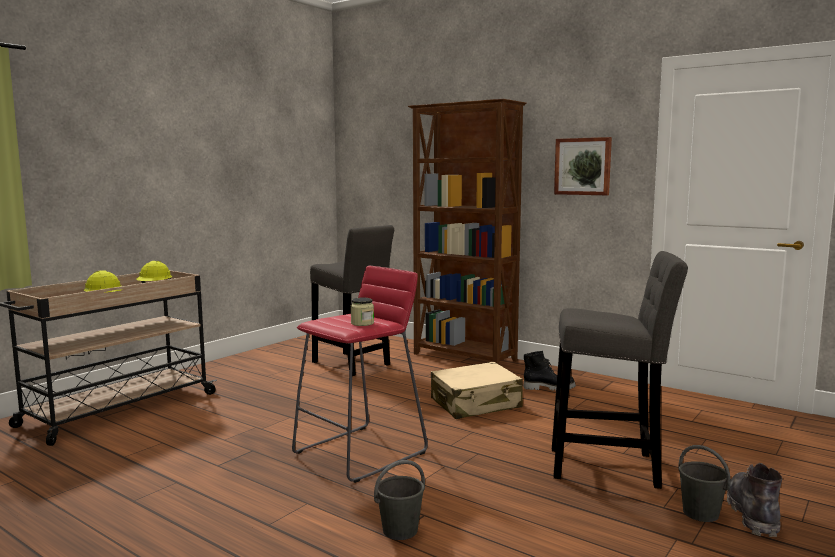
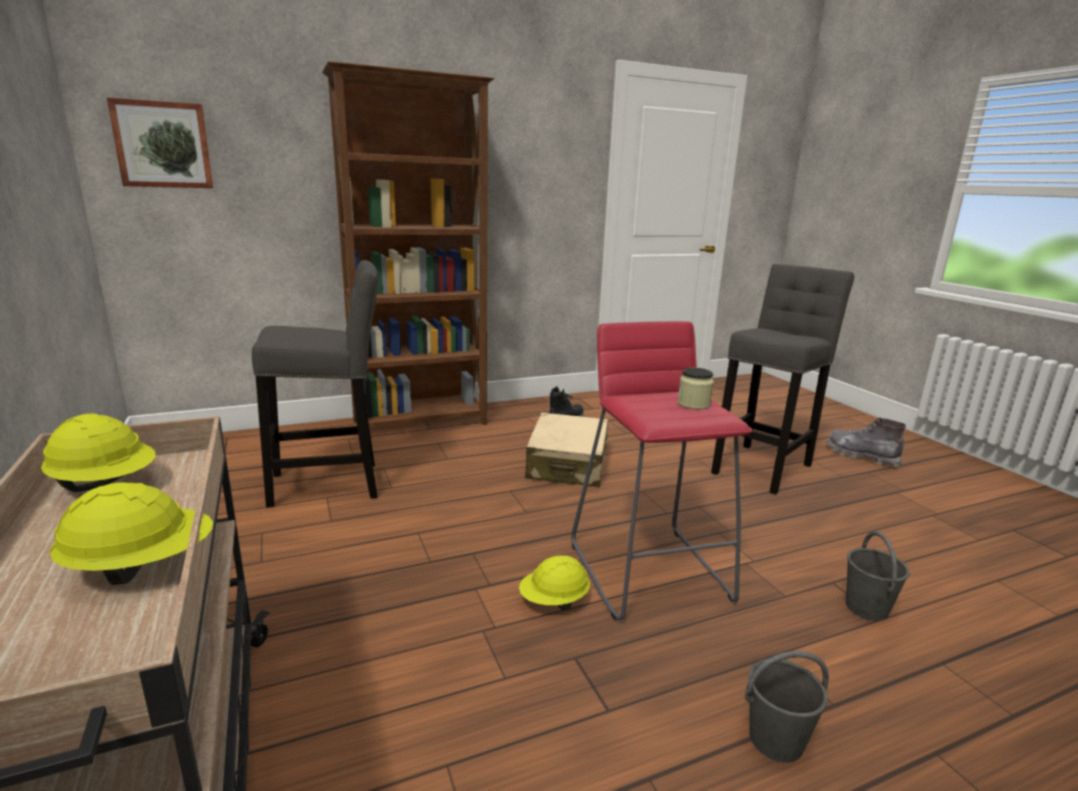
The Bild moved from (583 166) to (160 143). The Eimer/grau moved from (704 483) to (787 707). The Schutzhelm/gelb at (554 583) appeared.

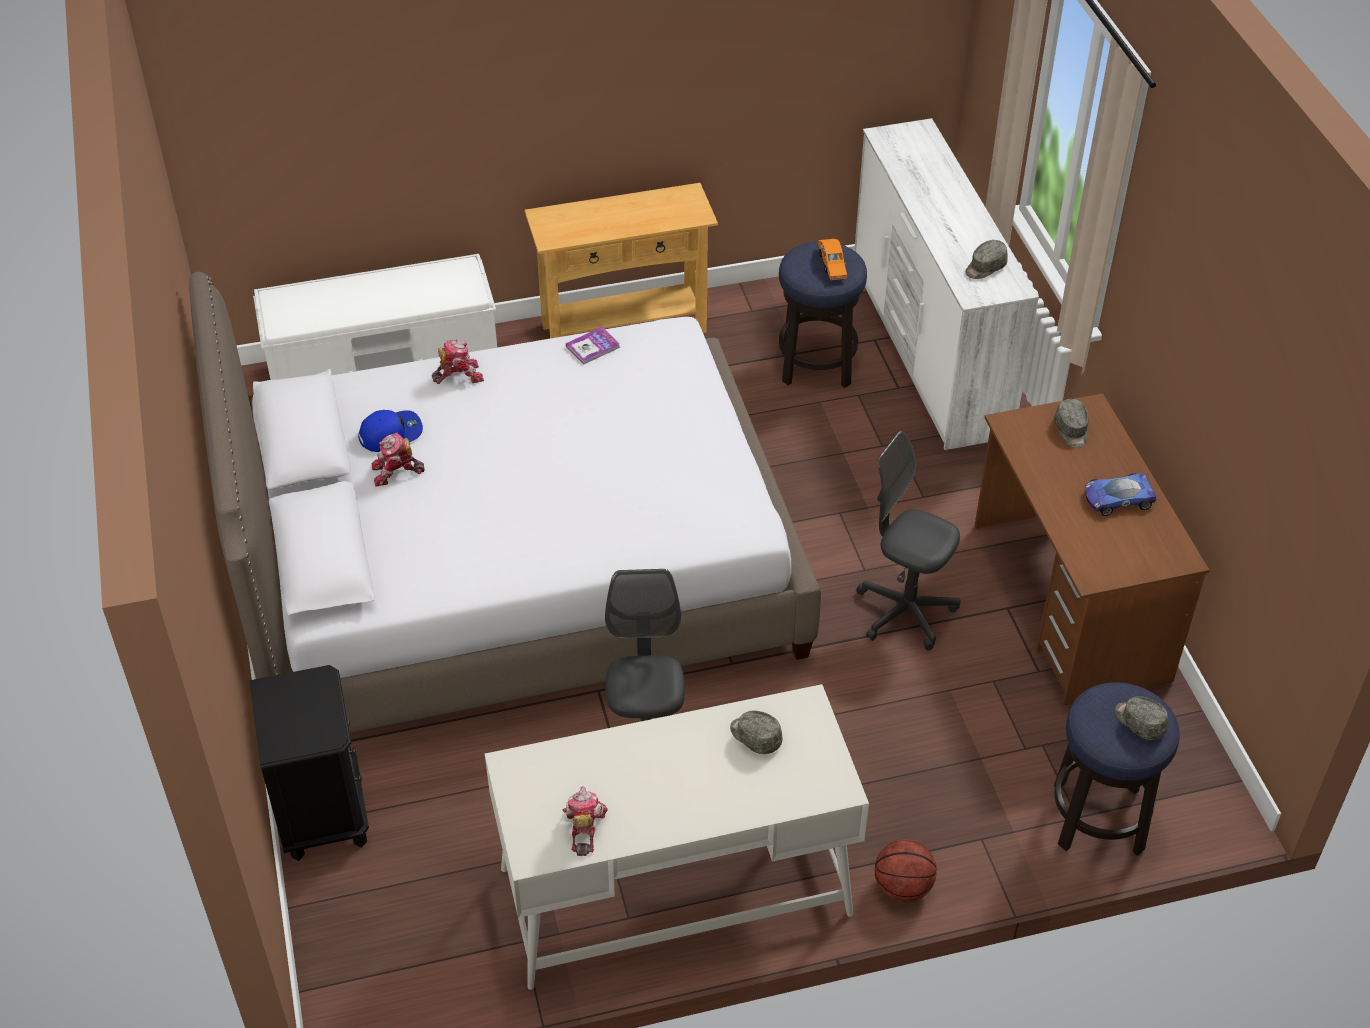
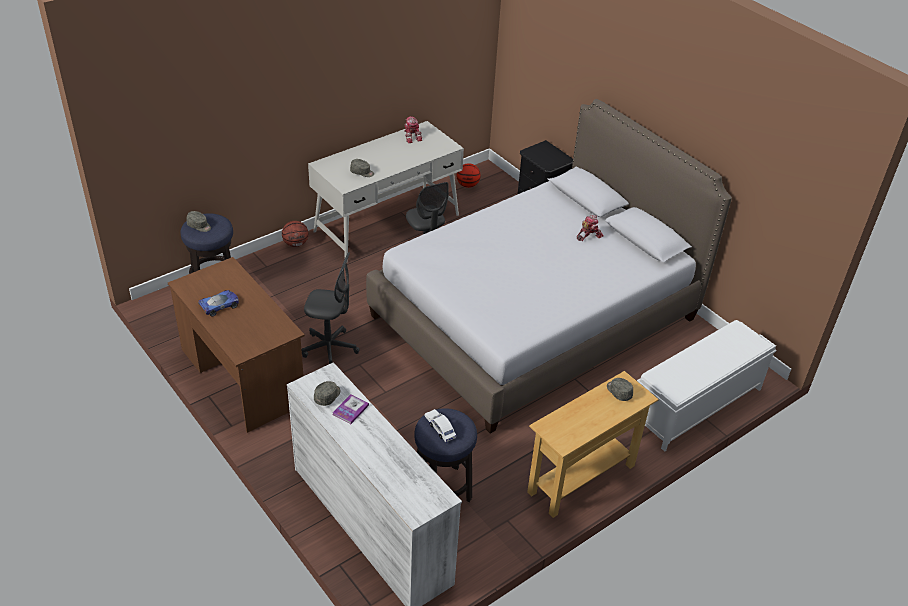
The Kappe/blau at (390 431) disappeared. The Spielzeugroboter at (458 361) disappeared. The Buch moved from (593 345) to (350 409). The Spielzeugauto/orange at (832 259) became the Spielzeugauto/weiß at (440 425). The Kappe/grau moved from (1071 423) to (620 389). The Basketball at (469 175) appeared.

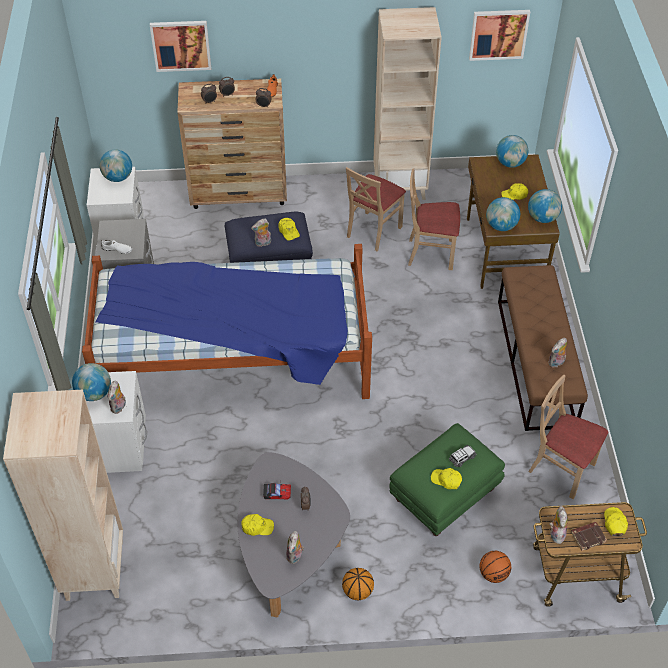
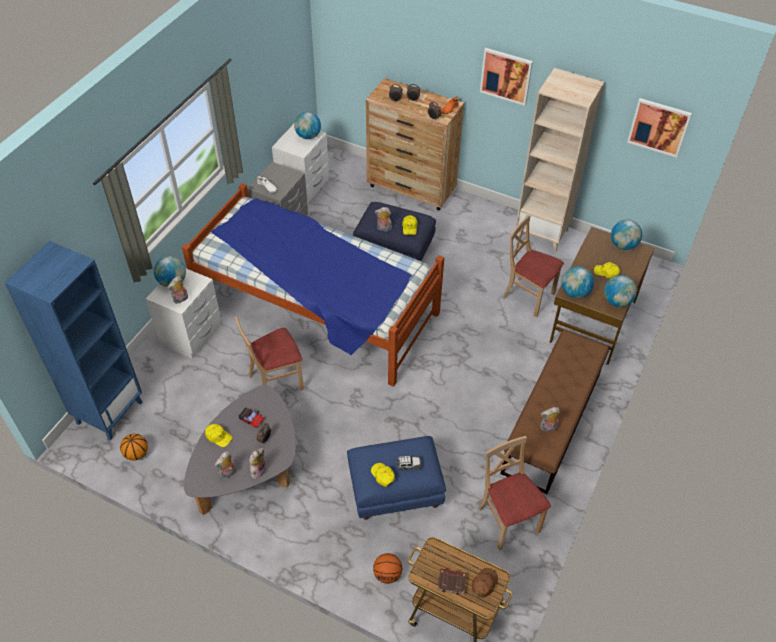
The Bücherregal/beige at (63 495) became the Bücherregal/blau at (73 341). The Bild moved from (180 46) to (506 77). The Basketball moved from (358 584) to (134 447). The Stuhl/beige moved from (376 209) to (269 353). The Polsterhocker/grün at (447 479) became the Polsterhocker/blau at (396 478). The Plüschtier moved from (558 524) to (257 463). The Kappe/gelb at (616 521) became the Kappe/braun at (485 582).

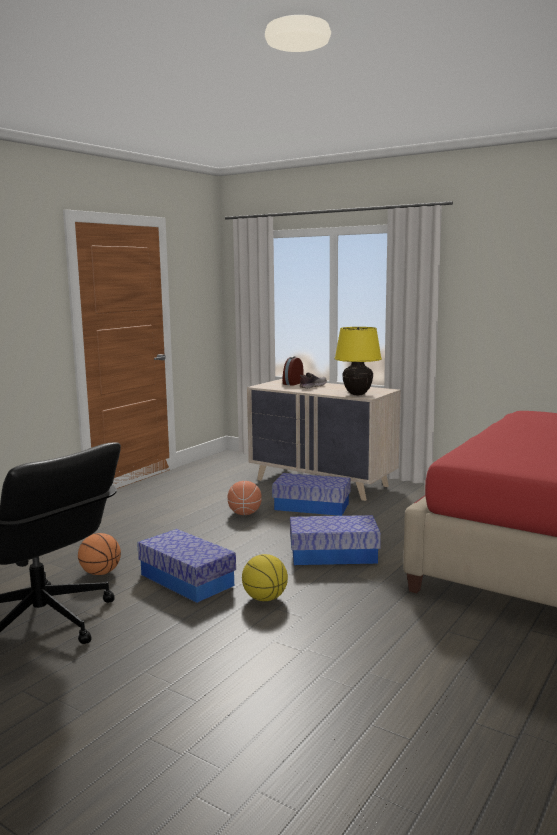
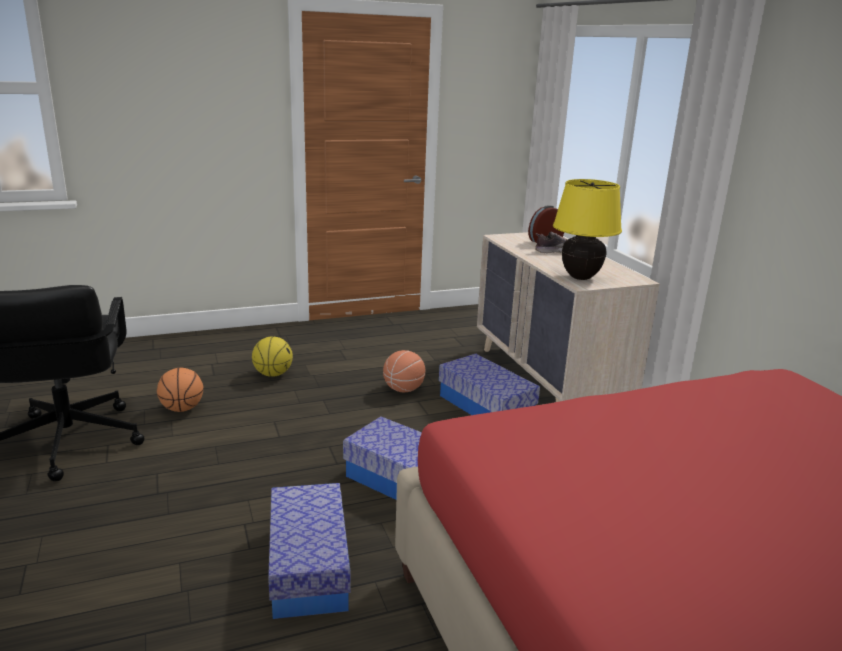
The Aufbewahrungsbox moved from (186 566) to (309 551). The Basketball moved from (265 577) to (272 356).

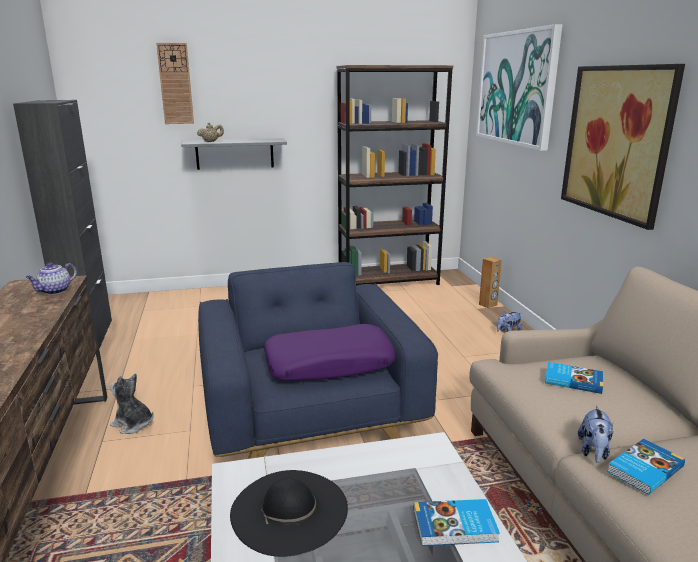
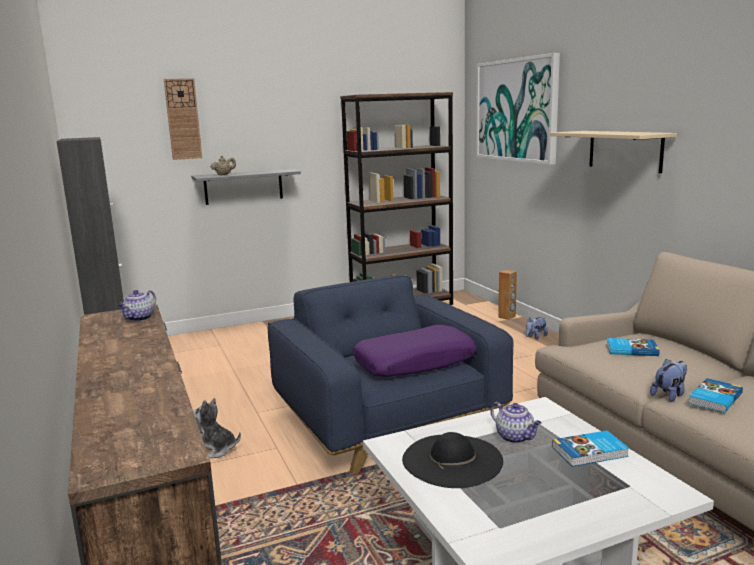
The Bild at (623 147) was replaced by the Wandregal/beige at (613 152). The Plüschtier at (595 434) turned 135 degrees counterclockwise. The Teekanne at (516 422) appeared.

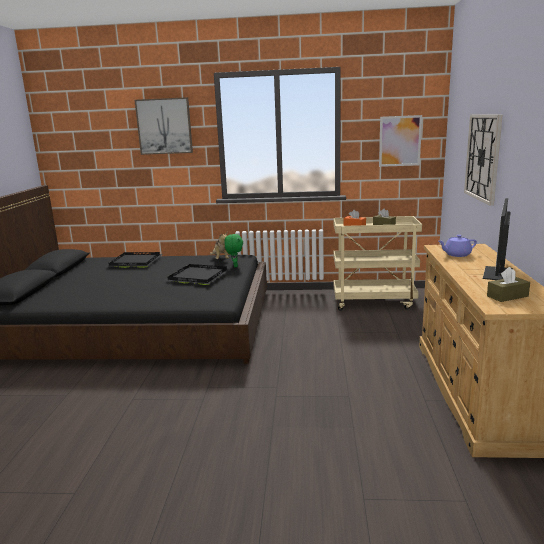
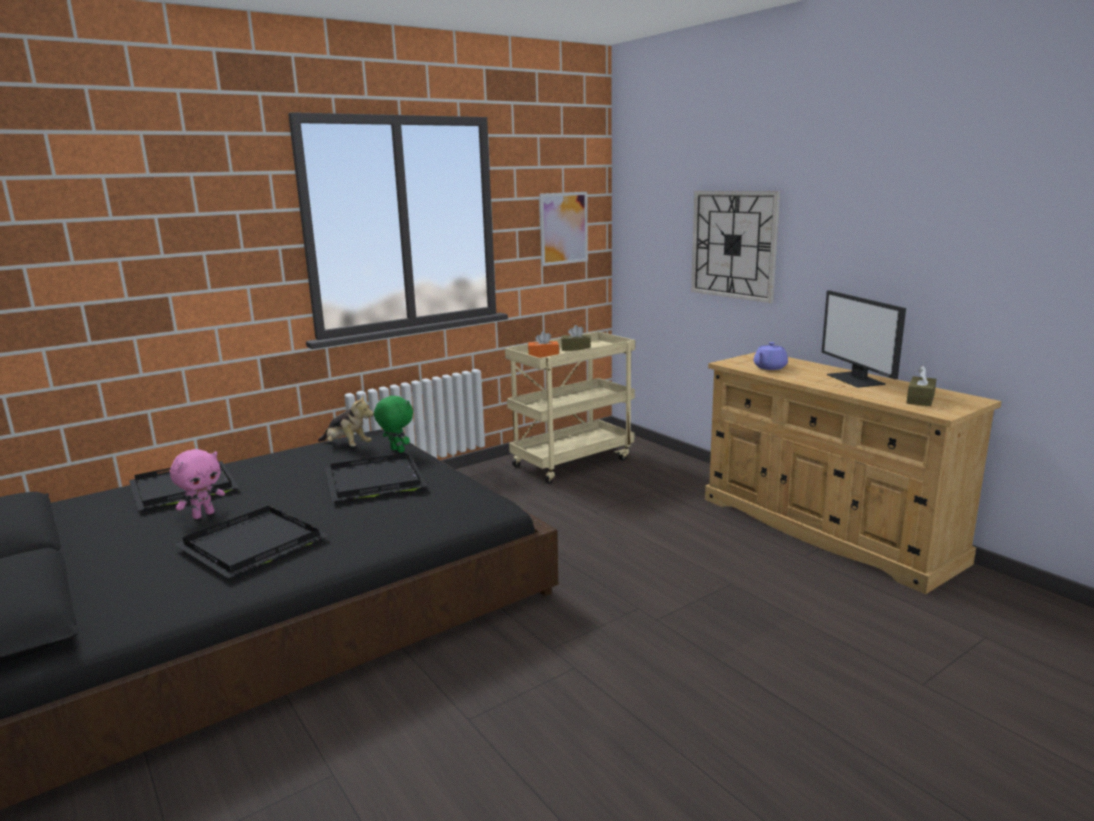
The Bild at (164 126) disappeared. The Plüschtier/rosa at (197 484) appeared. The Tablett/schwarz at (251 542) appeared.

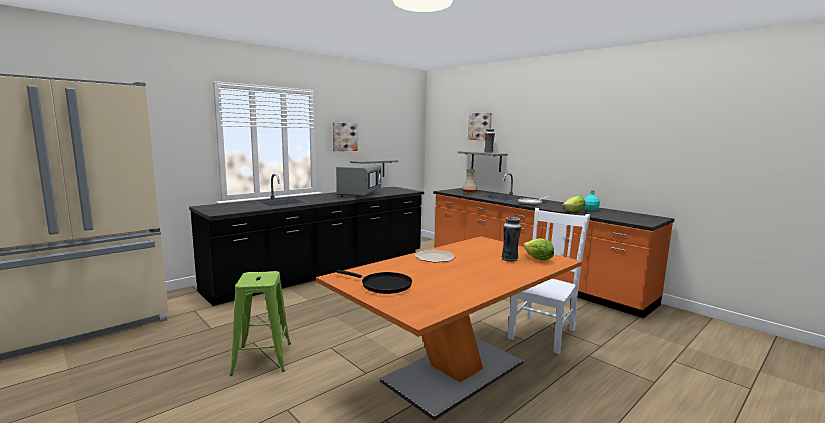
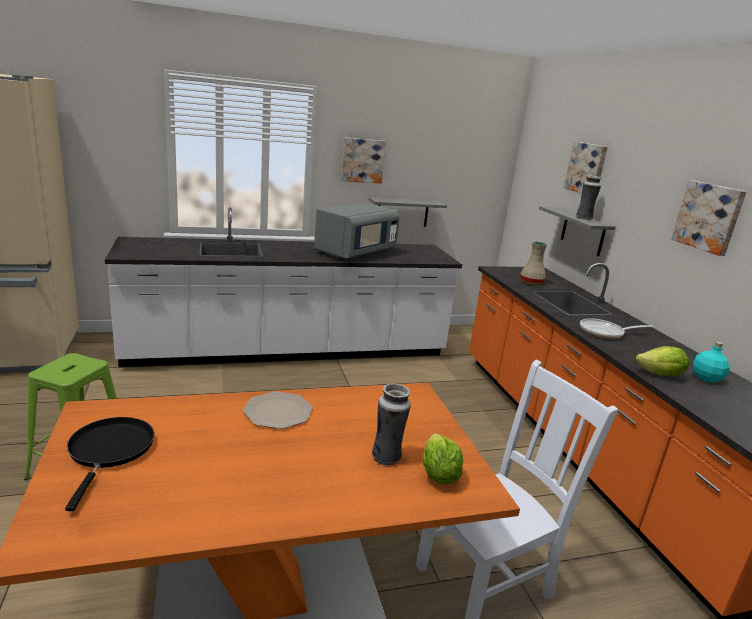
The Küchenzeile/schwarz at (306 240) became the Küchenzeile/weiß at (283 287). The Pfanne/schwarz at (374 282) turned 150 degrees counterclockwise. The Bild at (708 218) appeared.

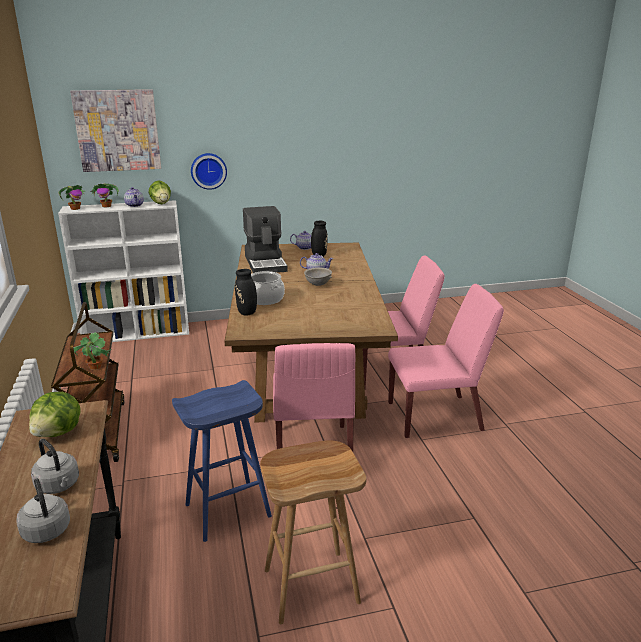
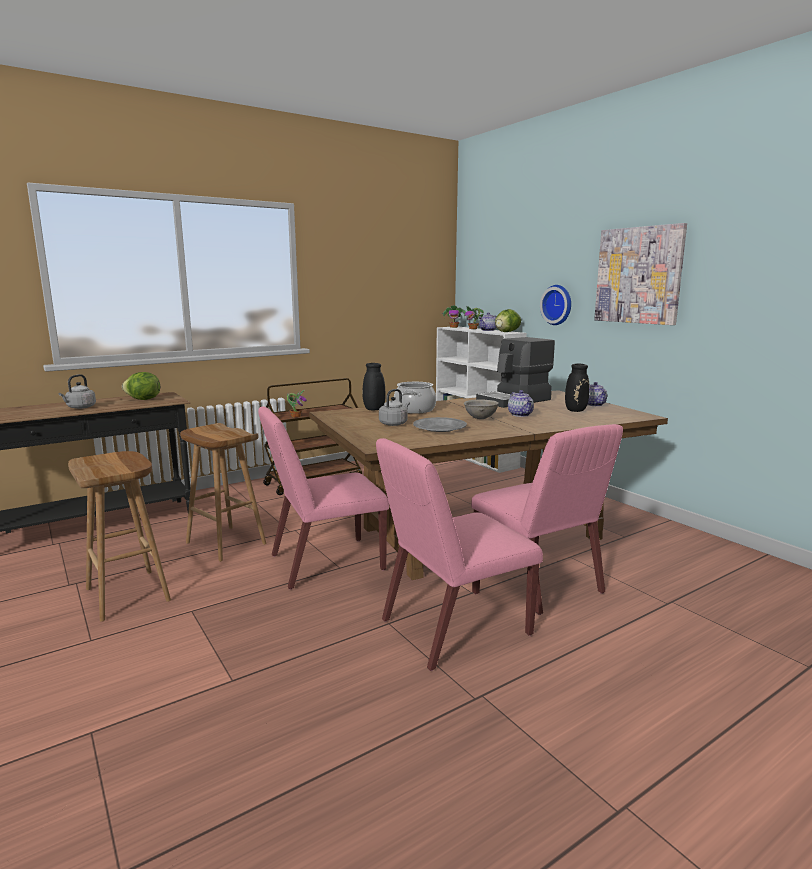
The Wasserkessel/grau moved from (43 510) to (394 407). The Bild moved from (115 130) to (640 274). The Hocker/blau at (222 461) became the Hocker/braun at (223 492). The Stuhl/rosa at (446 361) turned 90 degrees clockwise. The Teller/grau at (440 424) appeared.

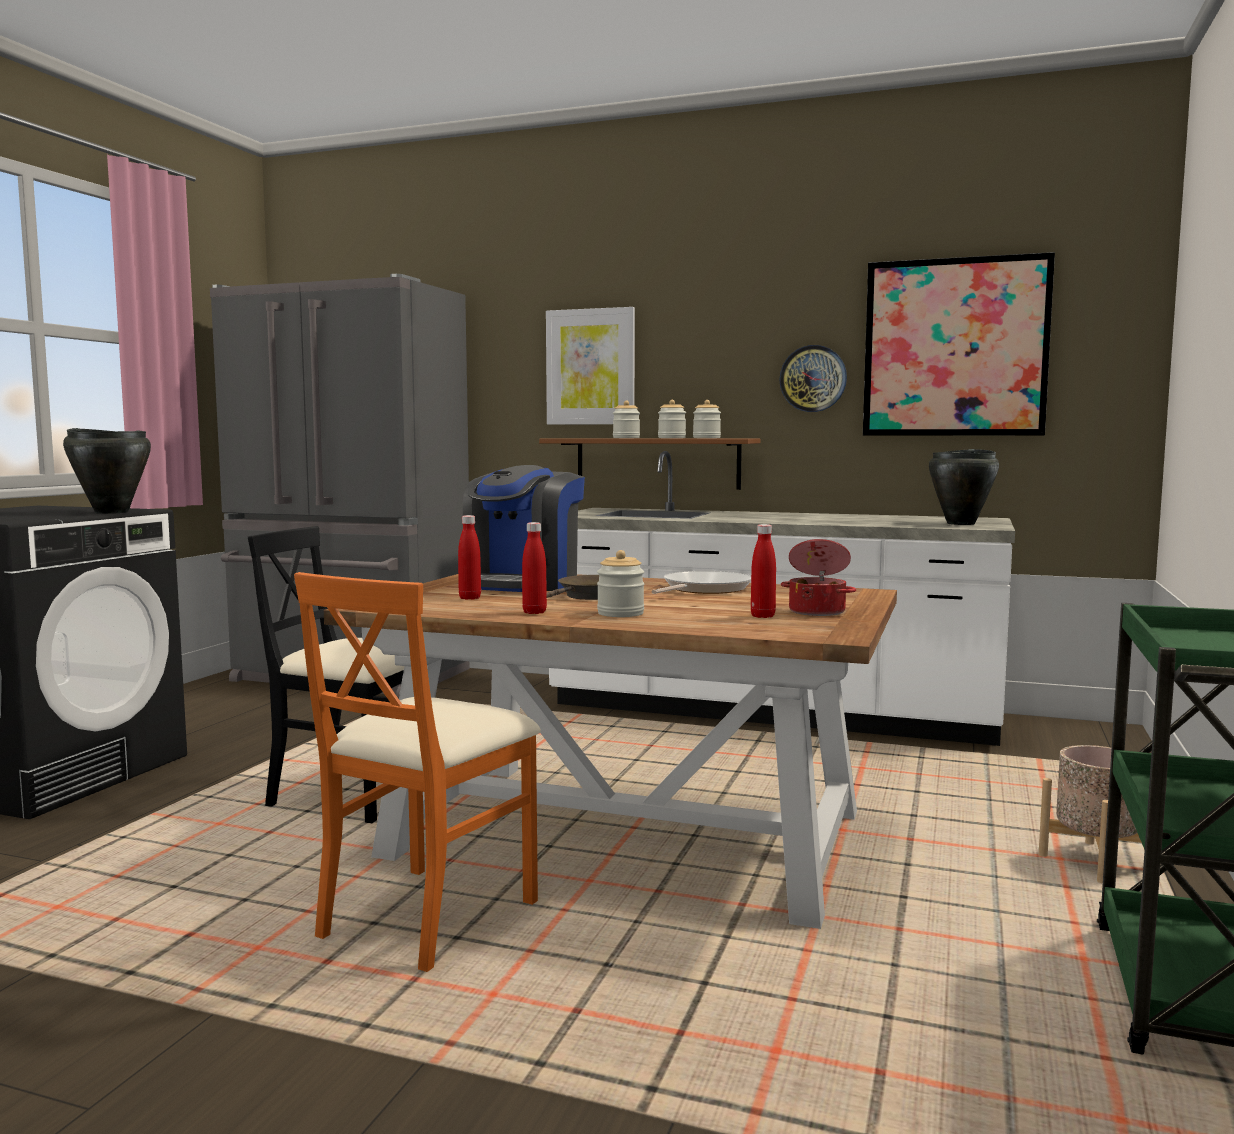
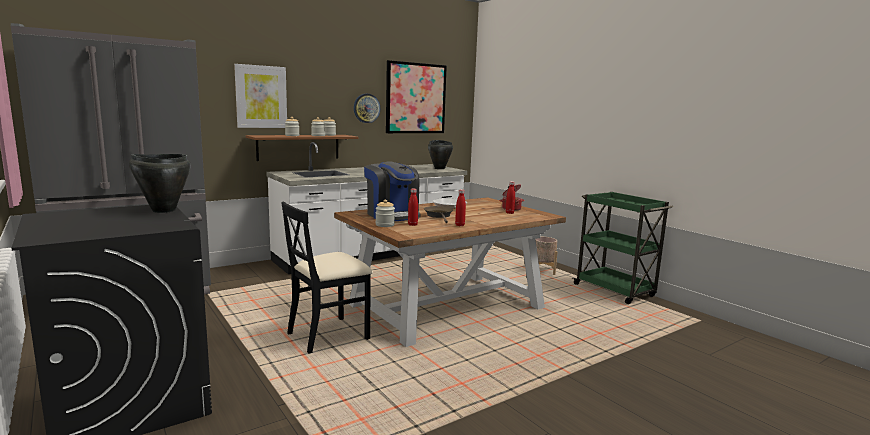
The Stuhl/orange at (417 772) disappeared. The Vorratsglas moved from (620 583) to (385 213).

